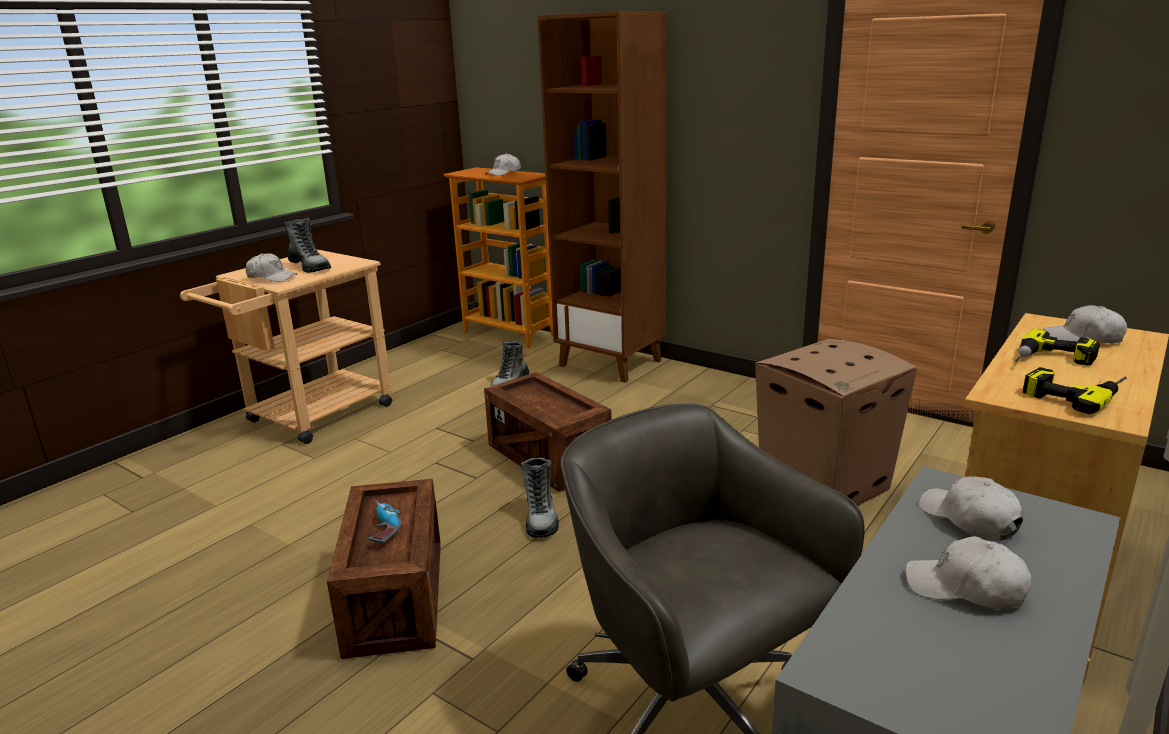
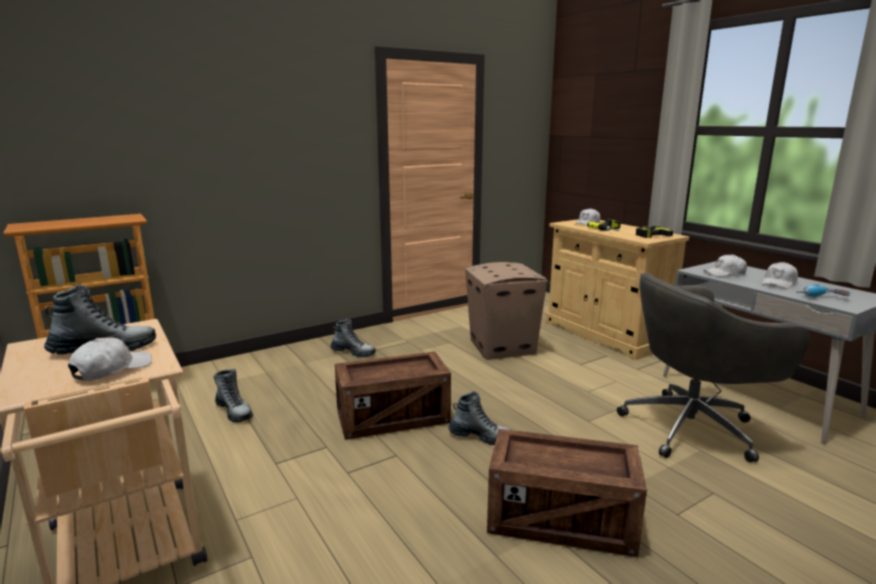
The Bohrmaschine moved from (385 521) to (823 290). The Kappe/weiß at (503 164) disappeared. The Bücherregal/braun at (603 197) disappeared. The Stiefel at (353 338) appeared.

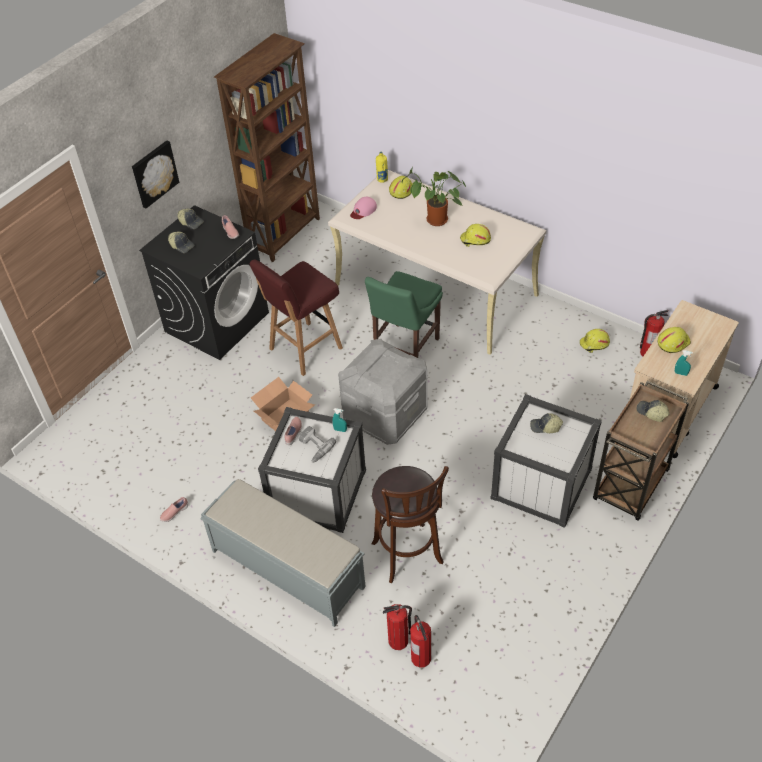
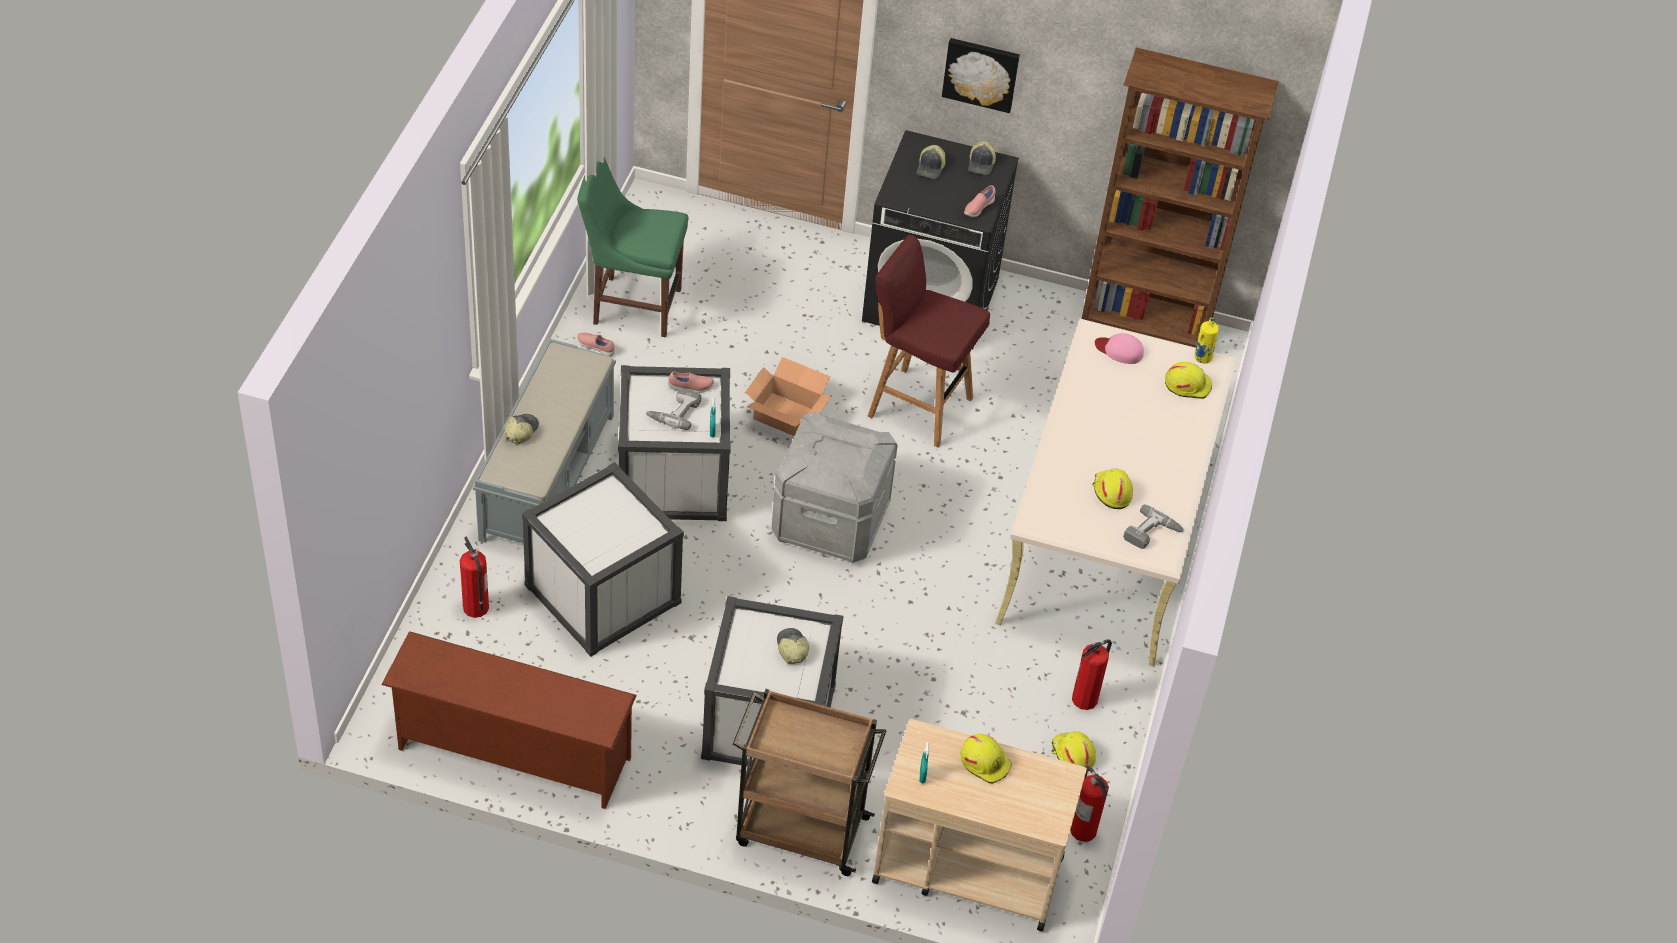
The Stuhl/grün moved from (404 314) to (632 247). The Hocker/braun at (410 525) was replaced by the Aufbewahrungsbox/weiß at (603 559). The Topfpflanze at (434 196) disappeared. The Feuerlöscher moved from (420 641) to (1092 674). The Kappe moved from (652 411) to (522 429). The Schuhregal/braun at (509 720) appeared. The Bohrmaschine at (1153 526) appeared.

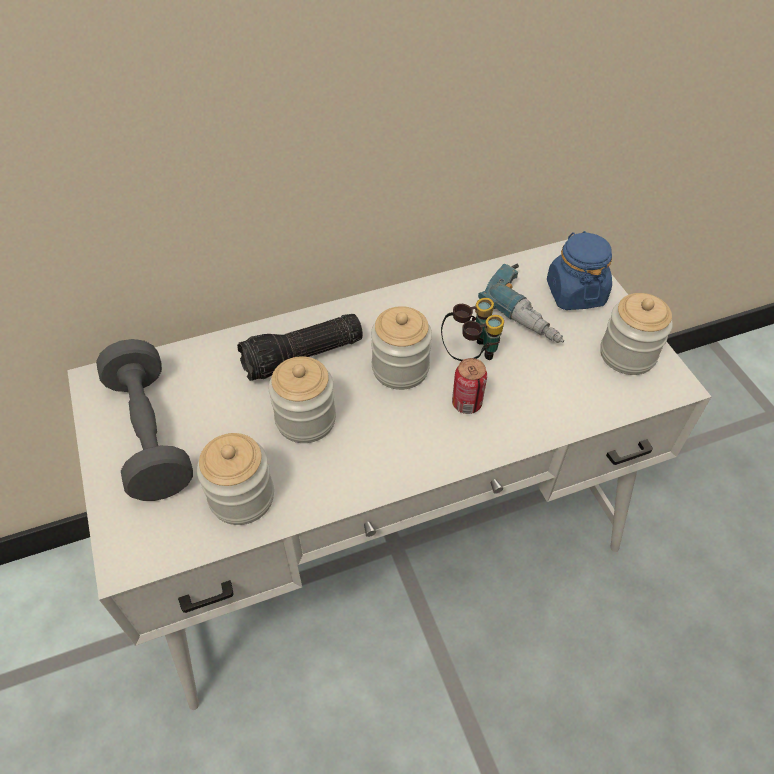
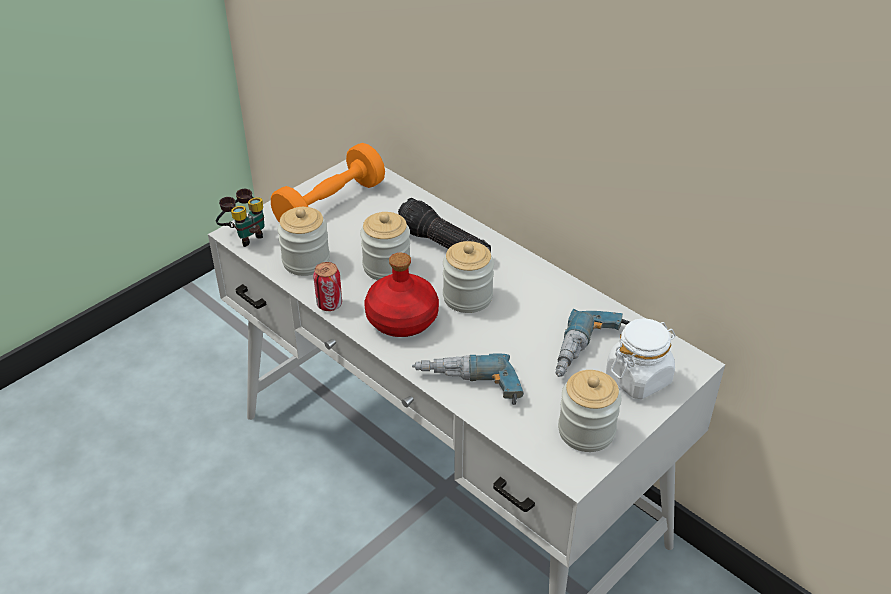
The Hantel/grau at (144 420) became the Hantel/orange at (328 183). The Fernglas moved from (472 329) to (240 218). The Dose moved from (469 386) to (327 286). The Vorratsglas/blau at (579 270) became the Vorratsglas/weiß at (641 358). The Flasche/rot at (401 295) appeared. The Bohrmaschine at (468 379) appeared.

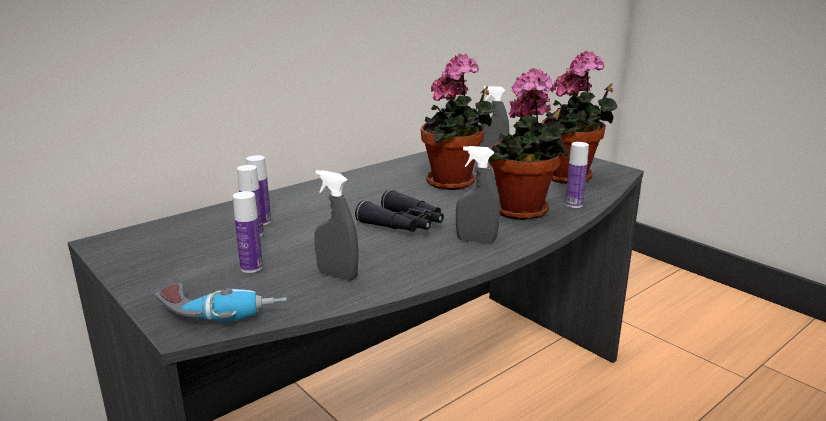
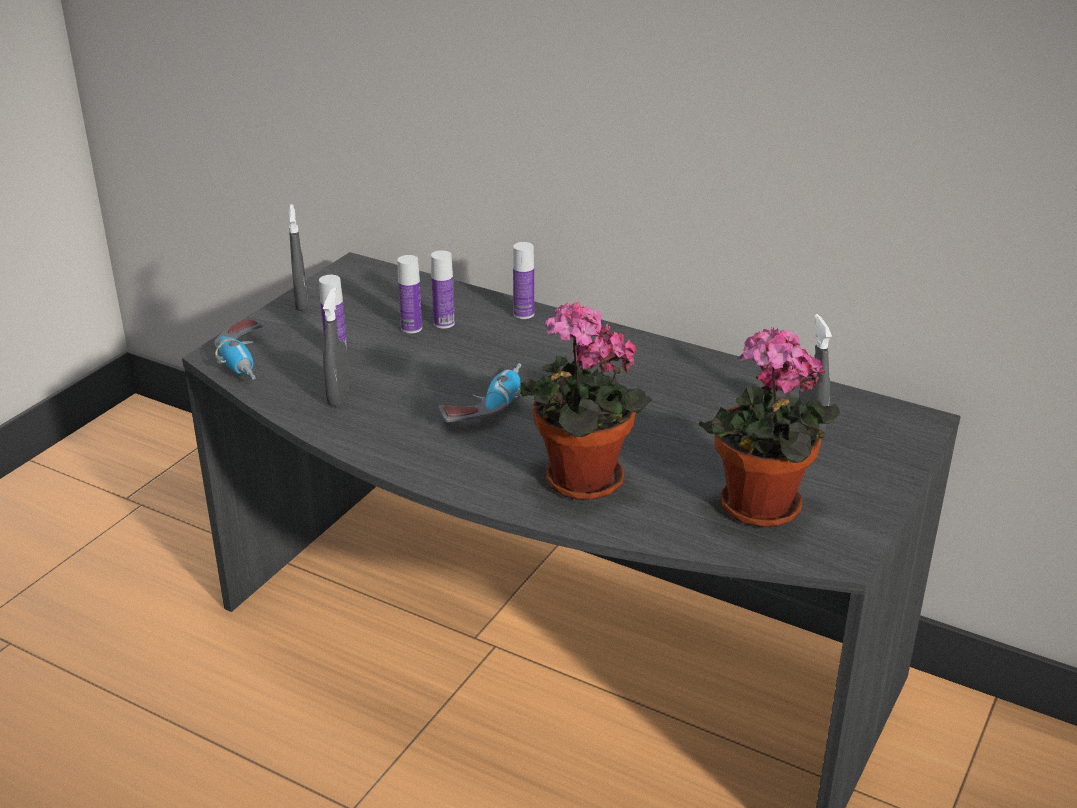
The Fernglas/schwarz at (399 210) was replaced by the Bohrmaschine at (480 392). The Topfpflanze at (457 122) disappeared. The Sprühflasche/grau moved from (478 194) to (298 257). The Flasche moved from (577 175) to (523 280).

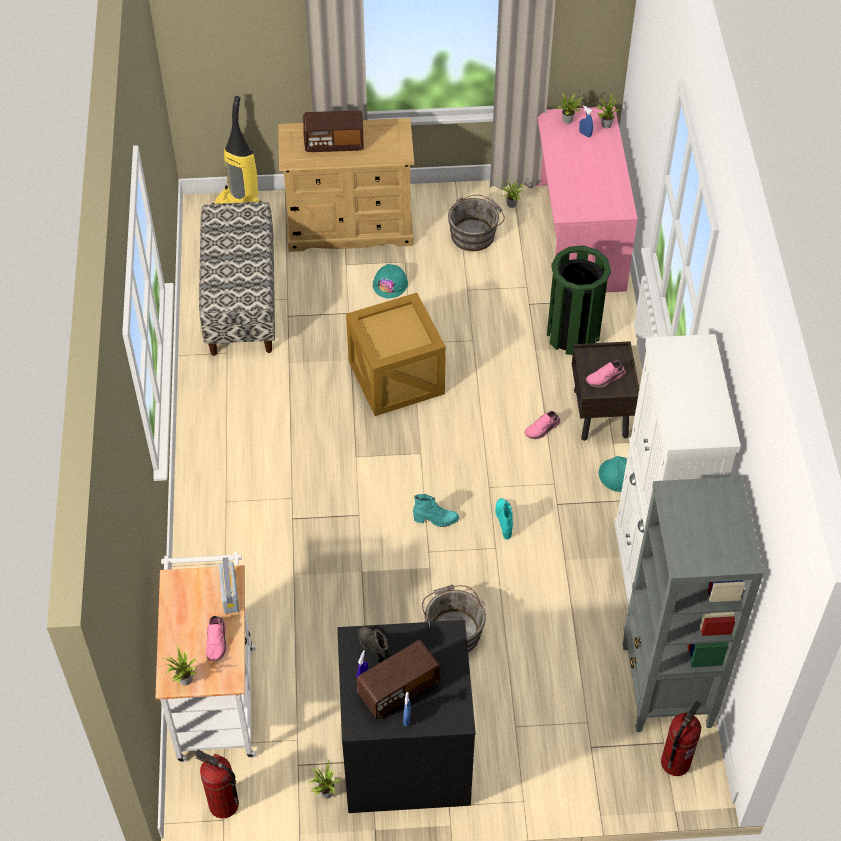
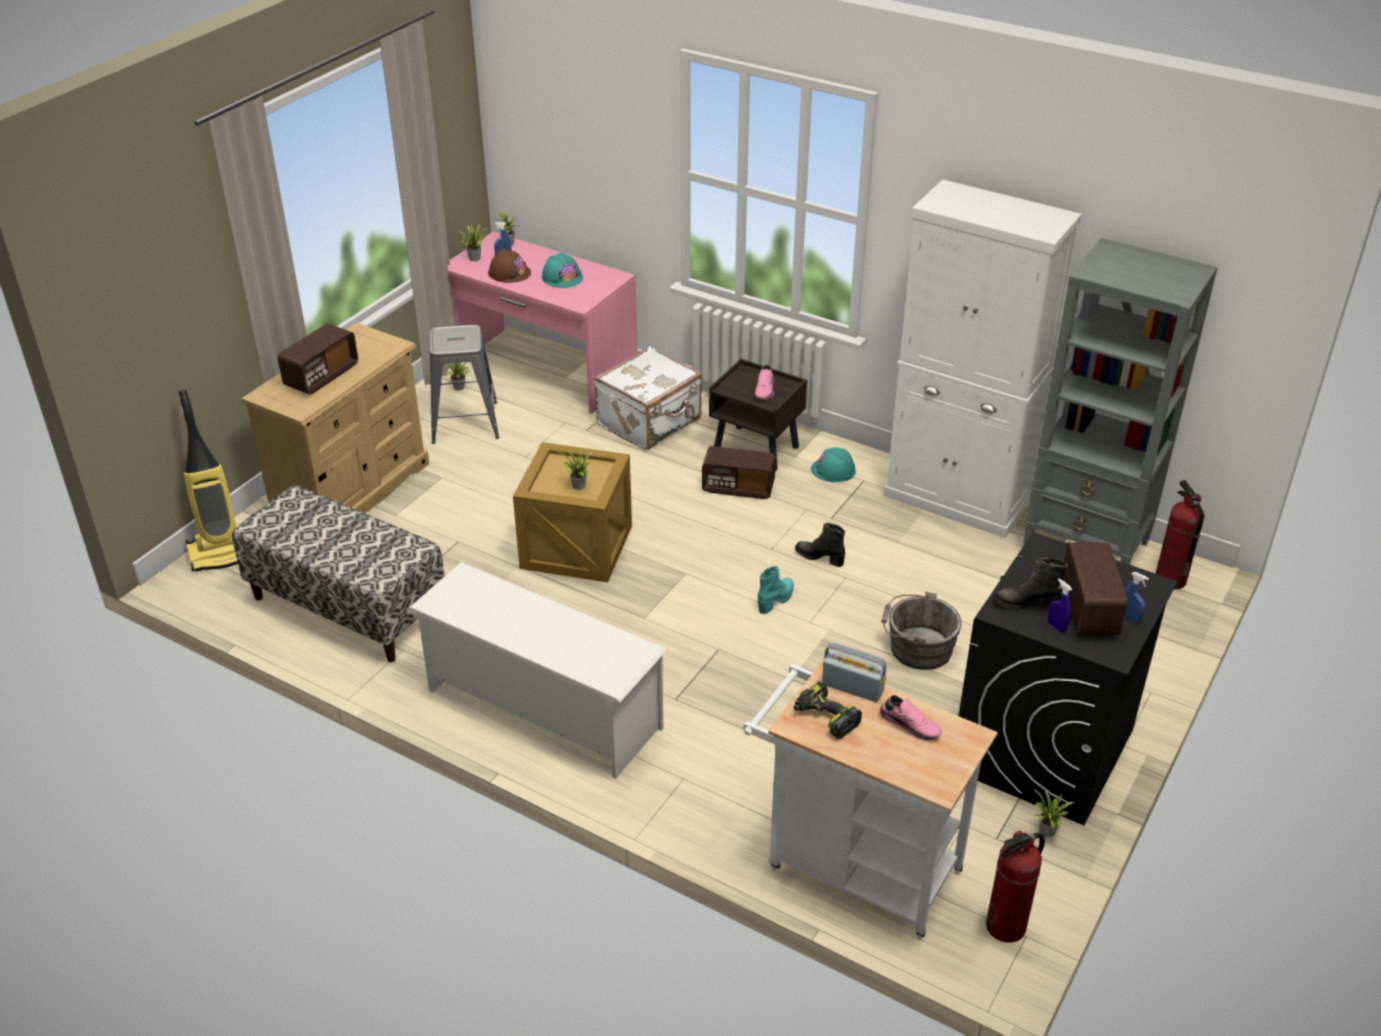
The Topfpflanze moved from (180 665) to (575 470). The Schutzhelm/türkis moved from (390 281) to (562 270). The Eimer/grau at (476 223) was replaced by the Hocker/grau at (464 384). The Stiefel/türkis at (504 518) became the Stiefel/schwarz at (820 545). The Schuh/rosa at (543 425) was replaced by the Radio at (739 472). The Mülleimer/grün at (579 300) was replaced by the Koffer/weiß at (648 398). The Schuhregal/weiß at (538 670) appeared. The Schutzhelm/braun at (509 266) appeared. The Bohrmaschine at (828 710) appeared.

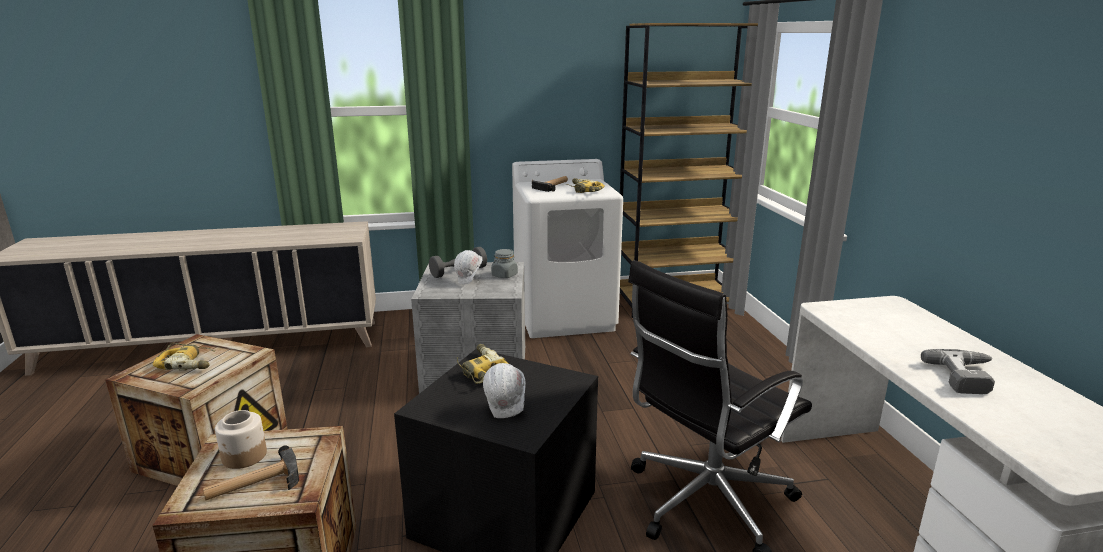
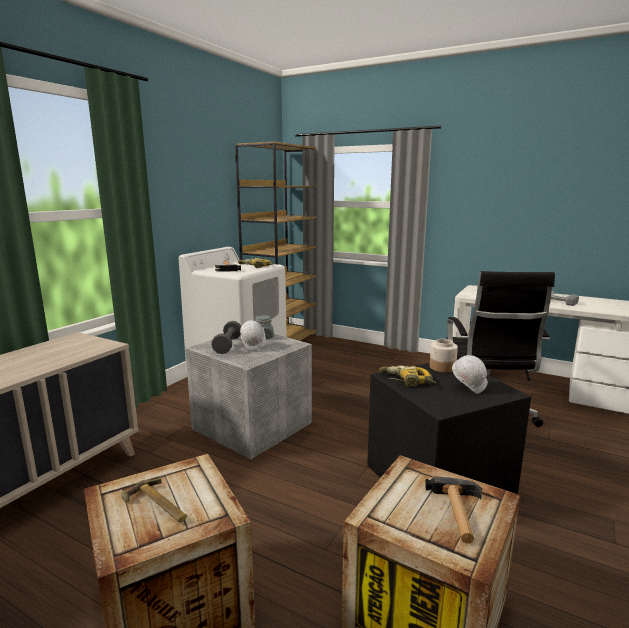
The Bohrmaschine at (183 357) was replaced by the Hammer at (154 500). The Vorratsglas moved from (241 439) to (444 356).

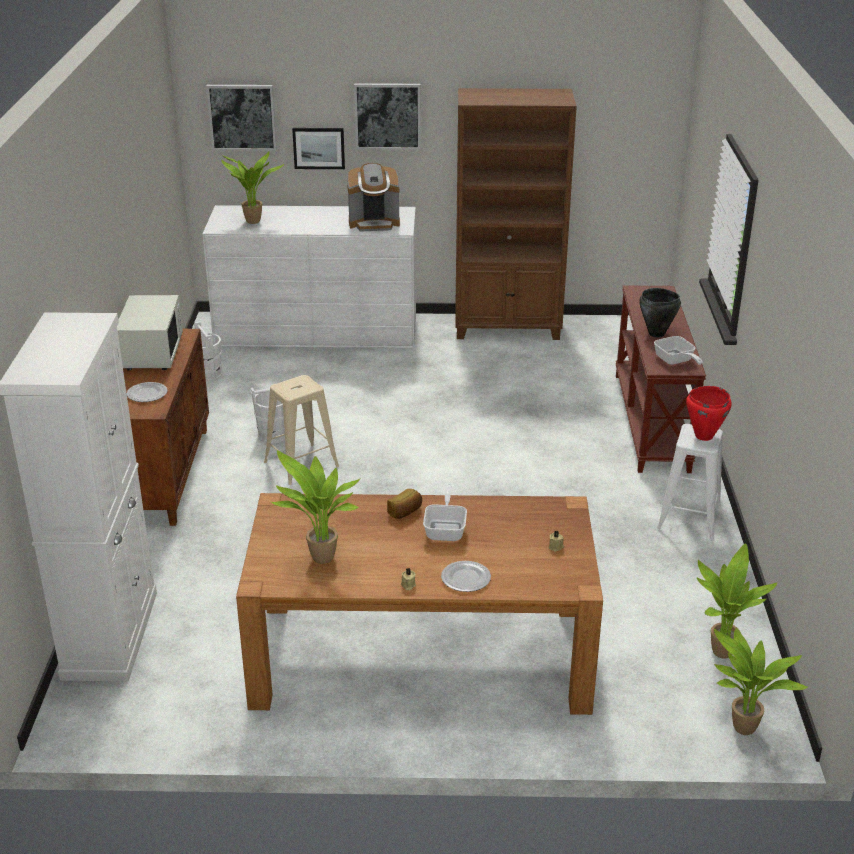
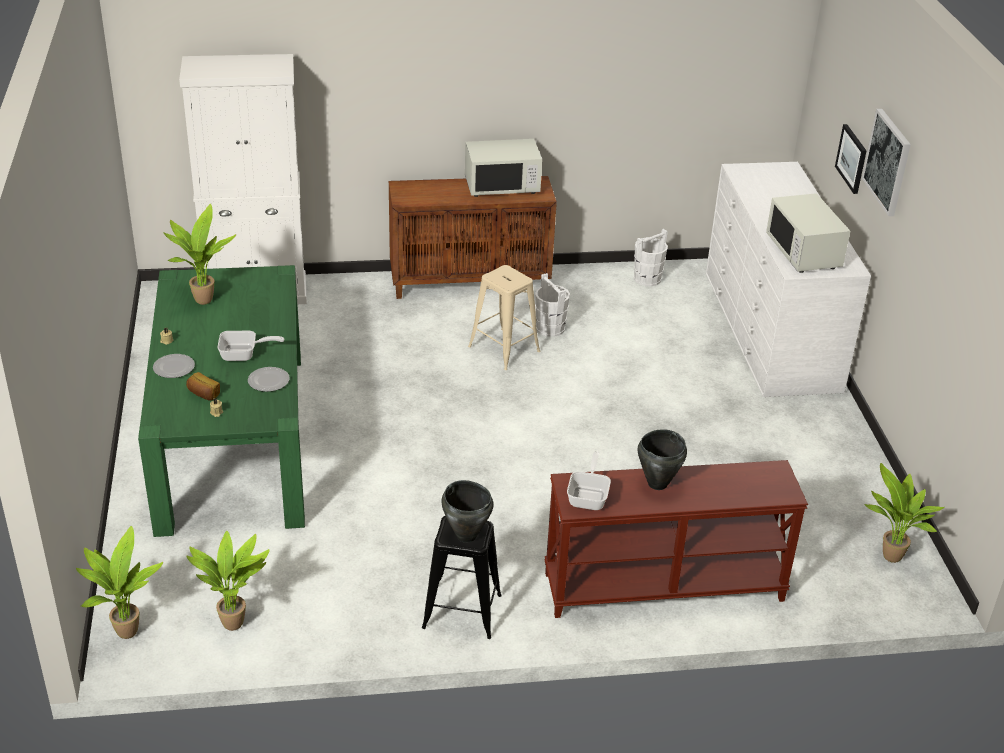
The Teller moved from (147 392) to (269 379). The Bild at (241 118) disappeared. The Topfpflanze moved from (252 187) to (904 513). The Esstisch/braun at (419 604) became the Esstisch/grün at (221 401). The Kaffeemaschine at (373 197) was replaced by the Mikrowelle/weiß at (808 233). The Brot moved from (404 504) to (203 386). The Bücherregal/braun at (516 214) disappeared. The Pfanne at (678 350) turned 135 degrees clockwise. The Hocker/weiß at (690 482) became the Hocker/schwarz at (462 577). The Kochtopf/rot at (708 413) became the Kochtopf/schwarz at (467 511).

